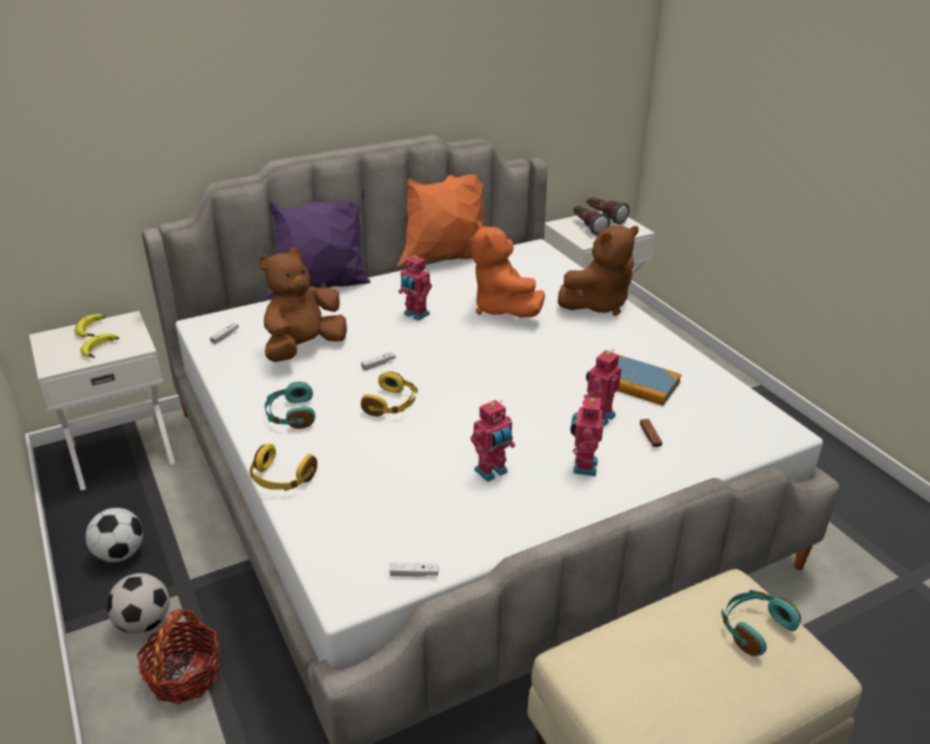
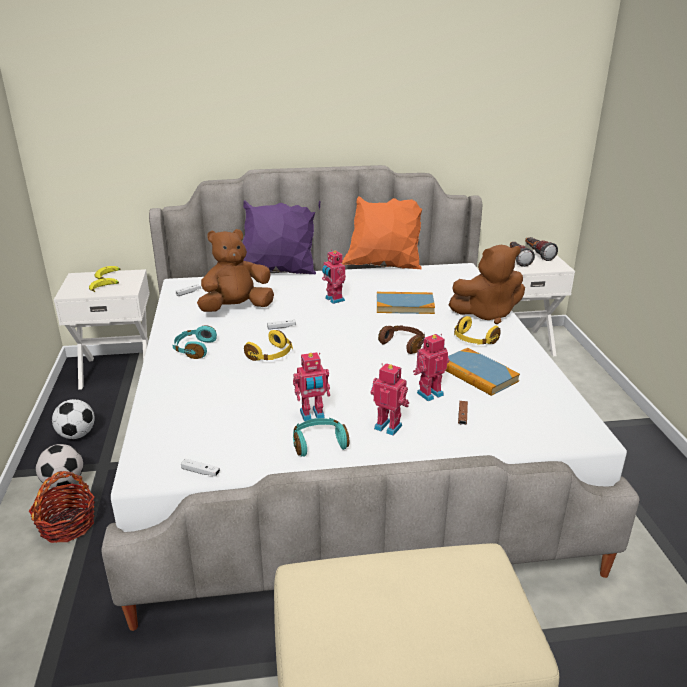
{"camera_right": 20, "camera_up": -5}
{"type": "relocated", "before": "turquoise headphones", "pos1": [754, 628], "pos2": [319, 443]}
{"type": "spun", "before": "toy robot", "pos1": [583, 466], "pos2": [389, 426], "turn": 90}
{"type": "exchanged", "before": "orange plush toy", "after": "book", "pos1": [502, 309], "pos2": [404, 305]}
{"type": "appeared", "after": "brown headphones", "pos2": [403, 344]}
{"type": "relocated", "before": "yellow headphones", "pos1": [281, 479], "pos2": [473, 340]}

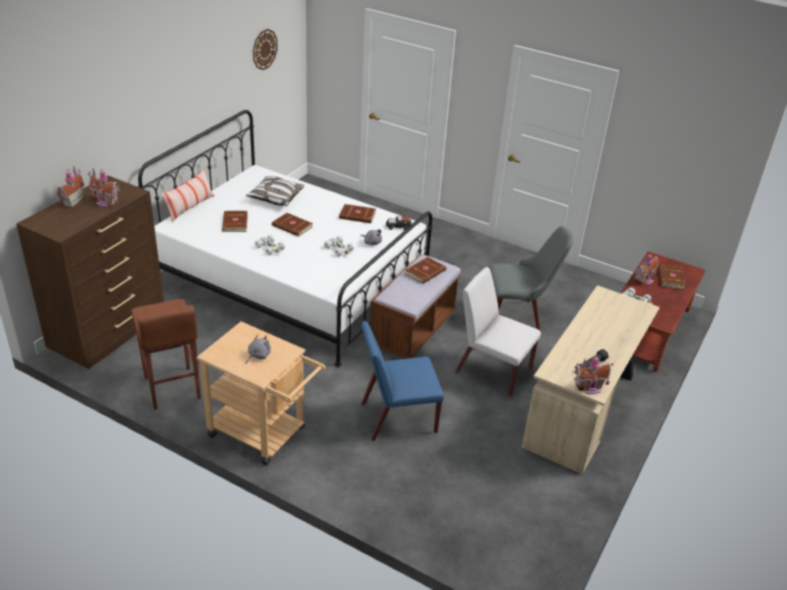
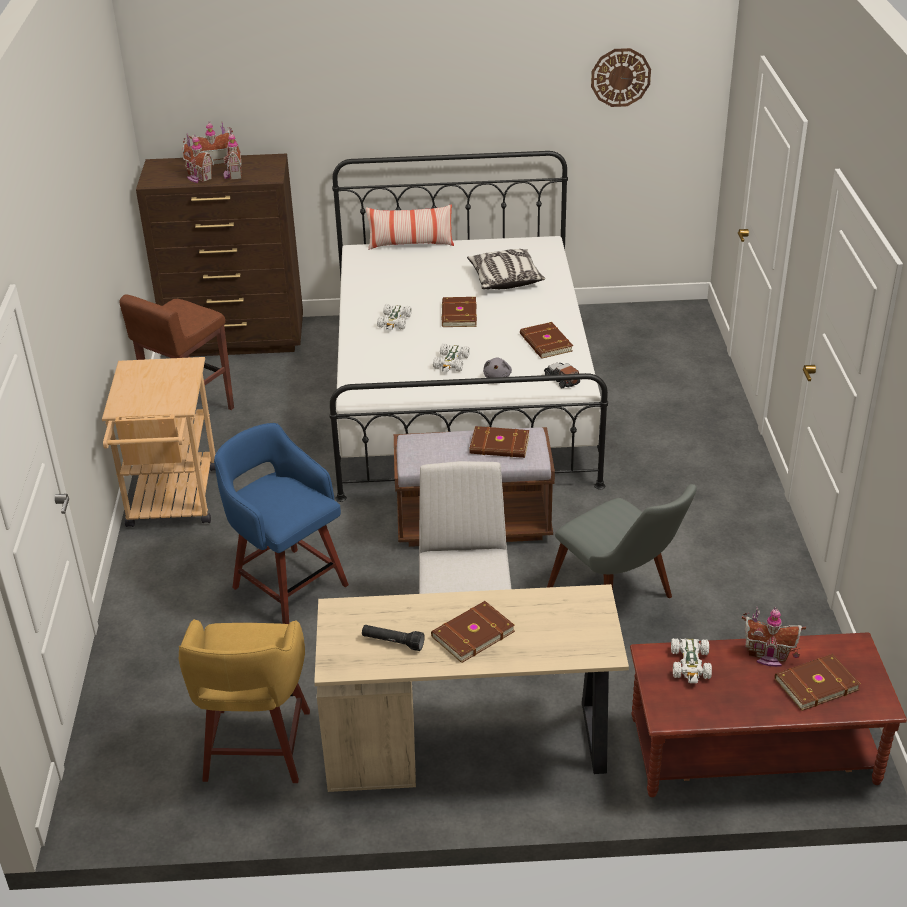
{"camera_right": 60, "camera_up": 0}
{"type": "appeared", "after": "yellow stool", "pos2": [256, 749]}
{"type": "relocated", "before": "toy house", "pos1": [589, 388], "pos2": [198, 177]}
{"type": "exchanged", "before": "blue chair", "after": "blue stool", "pos1": [397, 418], "pos2": [288, 584]}
{"type": "relocated", "before": "brown book", "pos1": [234, 223], "pos2": [471, 633]}
{"type": "missing", "before": "grey plush toy", "pos1": [258, 355]}

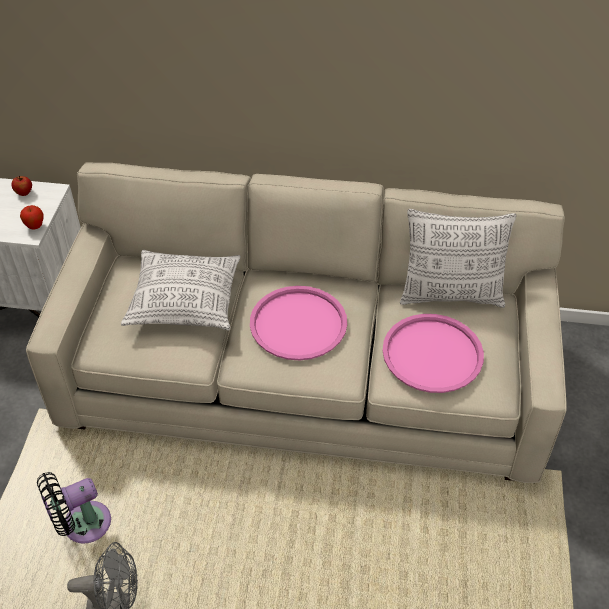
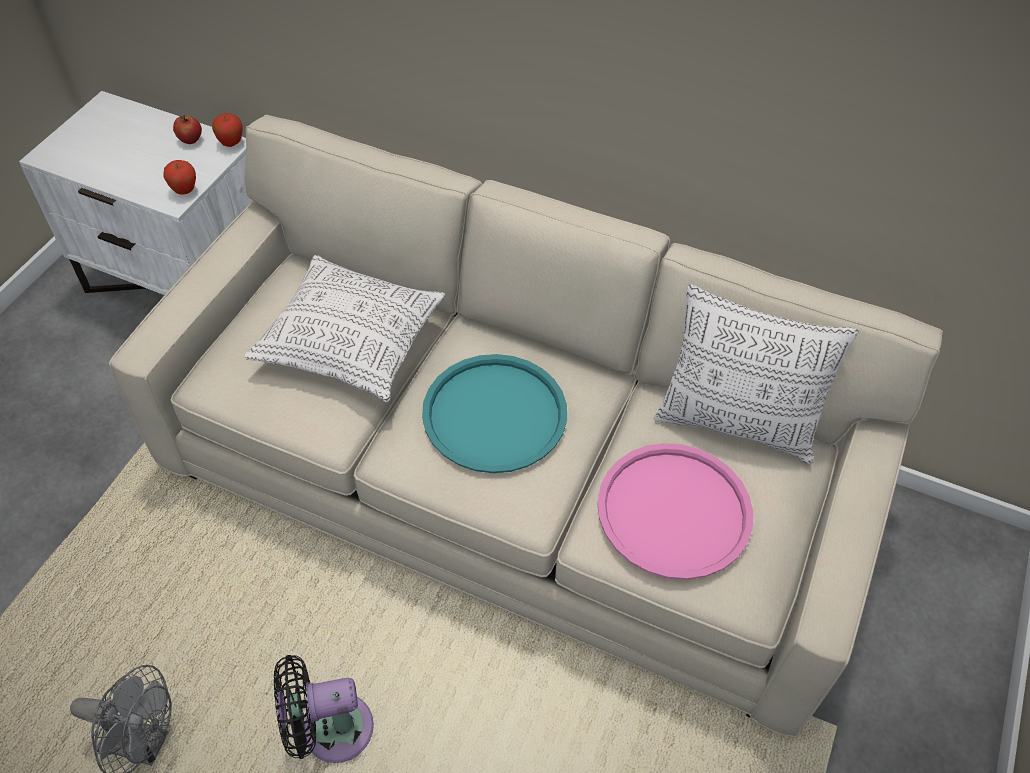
{"camera_right": 15, "camera_up": 5}
{"type": "appeared", "after": "apple", "pos2": [231, 143]}
{"type": "relocated", "before": "black fan", "pos1": [82, 525], "pos2": [330, 730]}
{"type": "colour", "before": "pink tray", "after": "turquoise tray", "pos1": [298, 324], "pos2": [495, 414]}

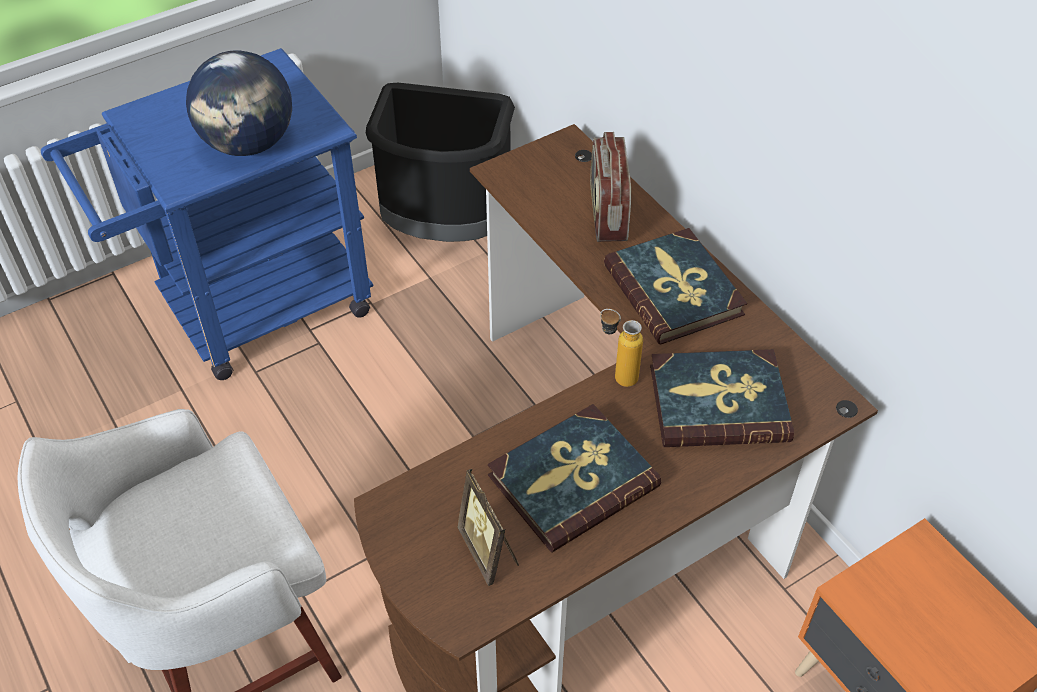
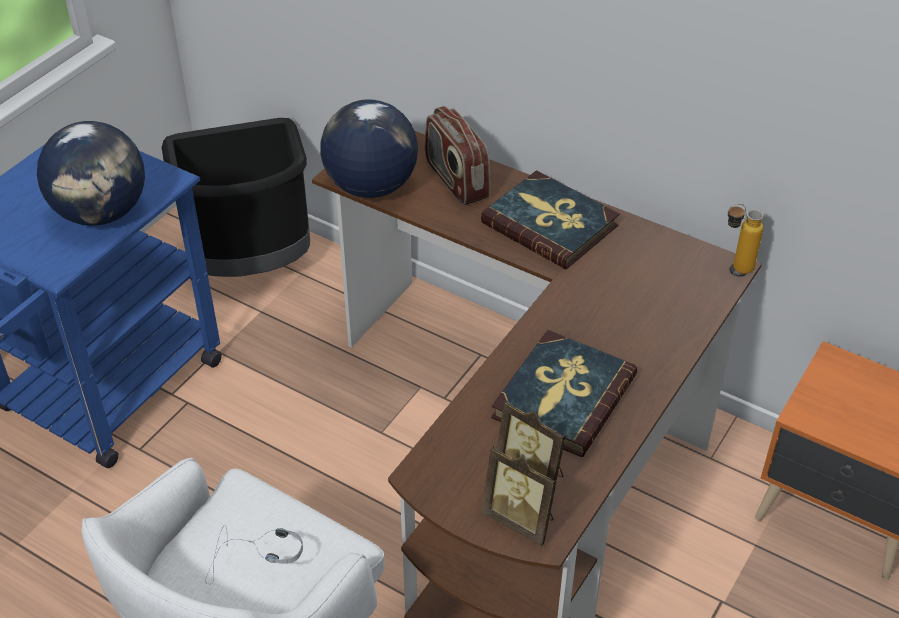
{"camera_right": -25, "camera_up": -5}
{"type": "appeared", "after": "headphones", "pos2": [259, 571]}
{"type": "appeared", "after": "globe", "pos2": [370, 187]}
{"type": "appeared", "after": "picture frame", "pos2": [520, 520]}
{"type": "relocated", "before": "bottle", "pos1": [616, 376], "pos2": [734, 268]}
{"type": "missing", "before": "book", "pos1": [718, 402]}

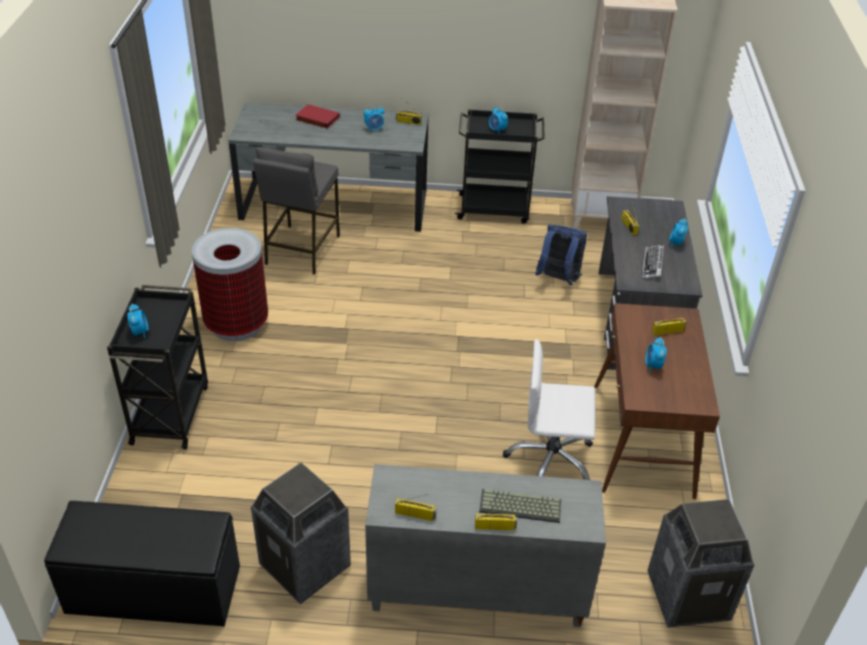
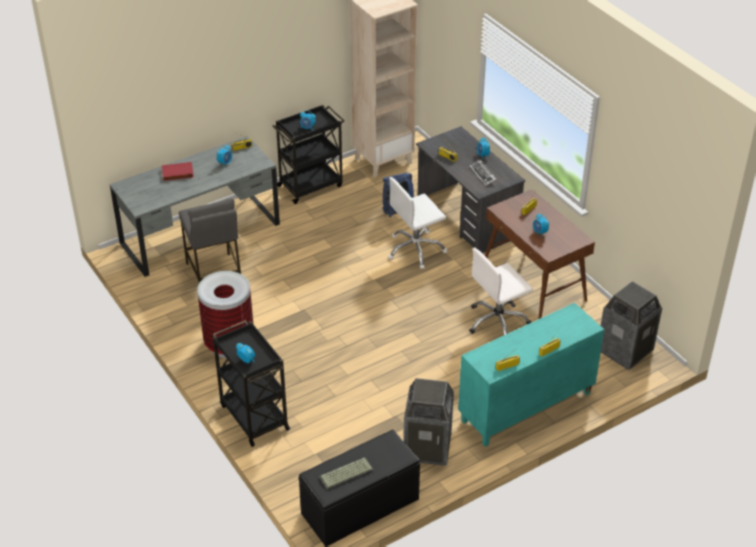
{"camera_right": -35, "camera_up": 0}
{"type": "relocated", "before": "keyboard", "pos1": [519, 507], "pos2": [346, 475]}
{"type": "appeared", "after": "white office chair", "pos2": [415, 249]}
{"type": "colour", "before": "grey cabinet", "after": "turquoise cabinet", "pos1": [475, 592], "pos2": [526, 408]}

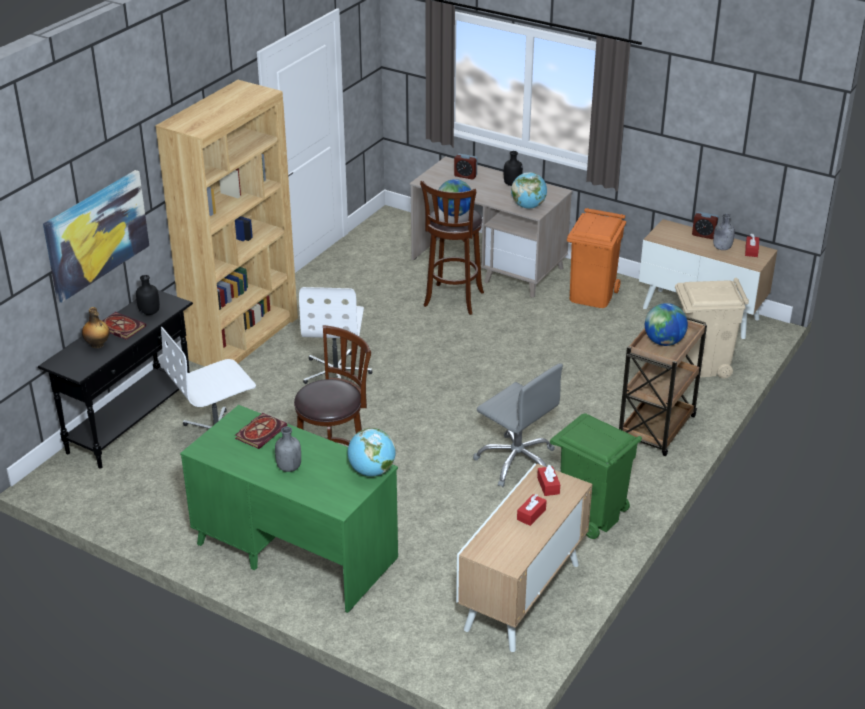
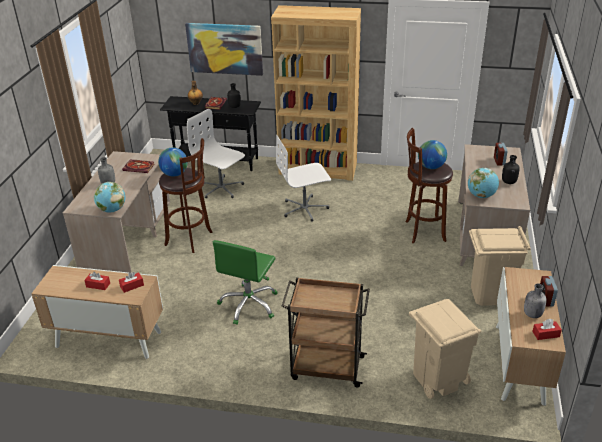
{"camera_right": 70, "camera_up": 0}
{"type": "colour", "before": "green desk", "after": "beige desk", "pos1": [293, 551], "pos2": [127, 241]}
{"type": "relocated", "before": "globe", "pos1": [663, 342], "pos2": [174, 174]}
{"type": "colour", "before": "grey office chair", "after": "green office chair", "pos1": [517, 462], "pos2": [249, 304]}
{"type": "colour", "before": "orange trash can", "after": "beige trash can", "pos1": [592, 295], "pos2": [490, 294]}
{"type": "missing", "before": "green trash can", "pos1": [590, 515]}

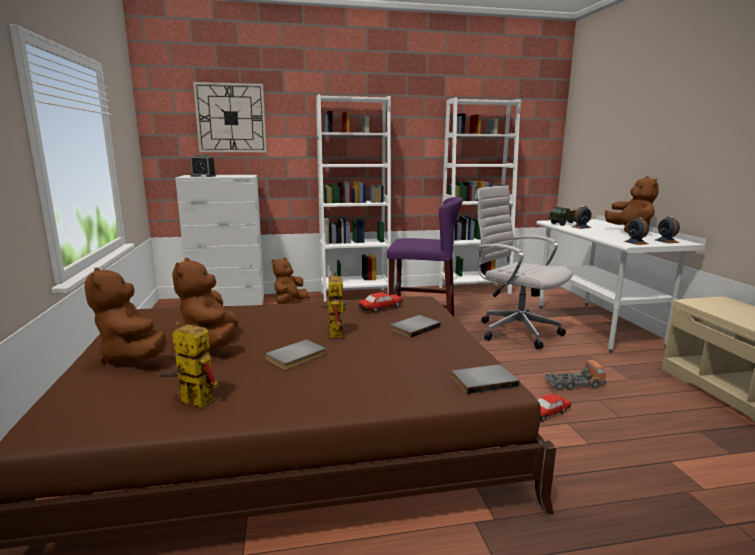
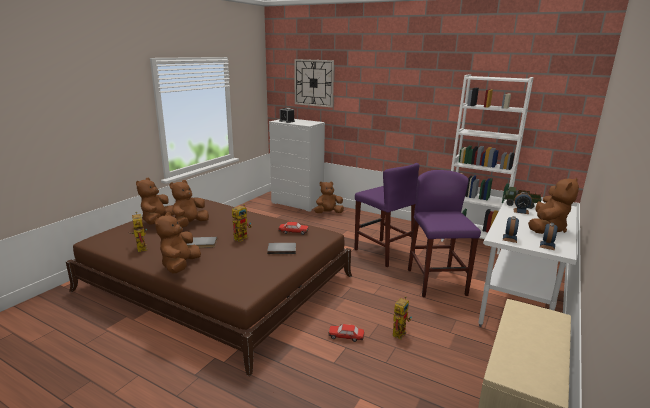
{"camera_right": 40, "camera_up": 5}
{"type": "appeared", "after": "brown plush toy", "pos2": [180, 266]}
{"type": "exchanged", "before": "toy truck", "after": "toy robot", "pos1": [574, 385], "pos2": [399, 331]}
{"type": "exchanged", "before": "white office chair", "after": "purple stool", "pos1": [515, 331], "pos2": [436, 282]}
{"type": "missing", "before": "white bookcase", "pos1": [355, 296]}
{"type": "missing", "before": "grey book", "pos1": [483, 380]}

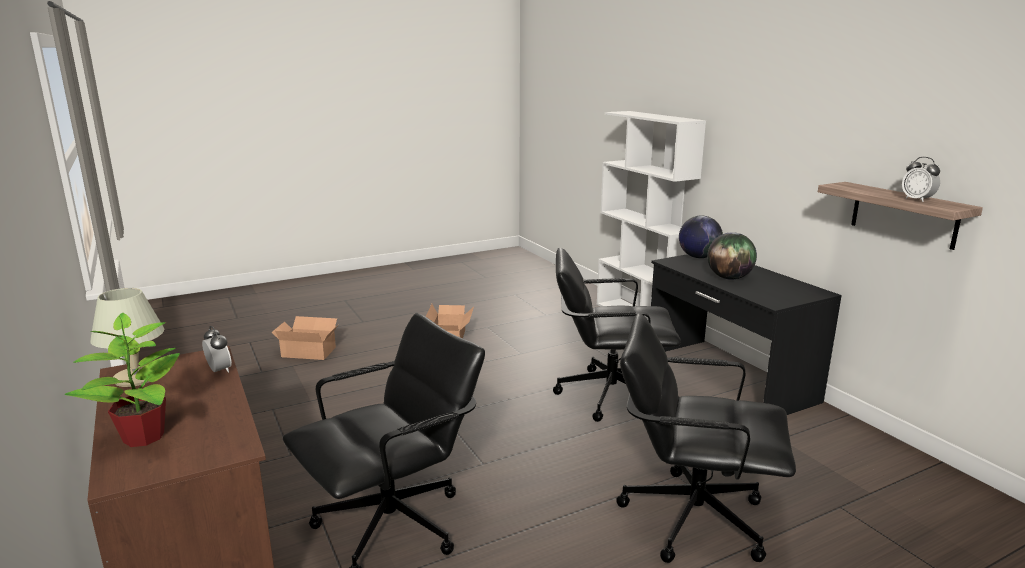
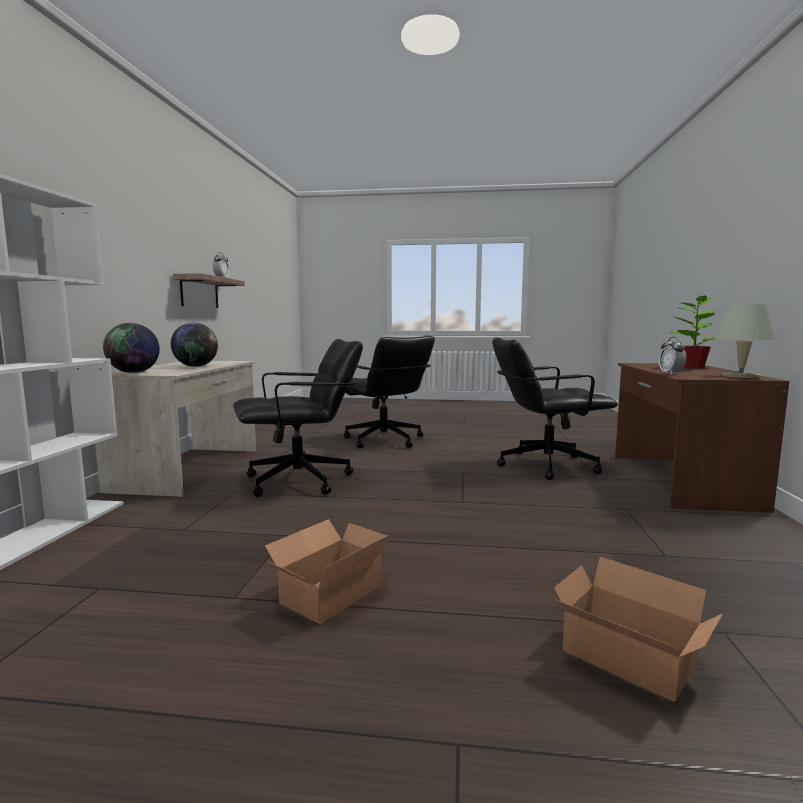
{"camera_right": -145, "camera_up": -10}
{"type": "colour", "before": "black desk", "after": "beige desk", "pos1": [727, 377], "pos2": [190, 469]}
{"type": "spun", "before": "black office chair", "pos1": [608, 394], "pos2": [300, 481], "turn": -60}

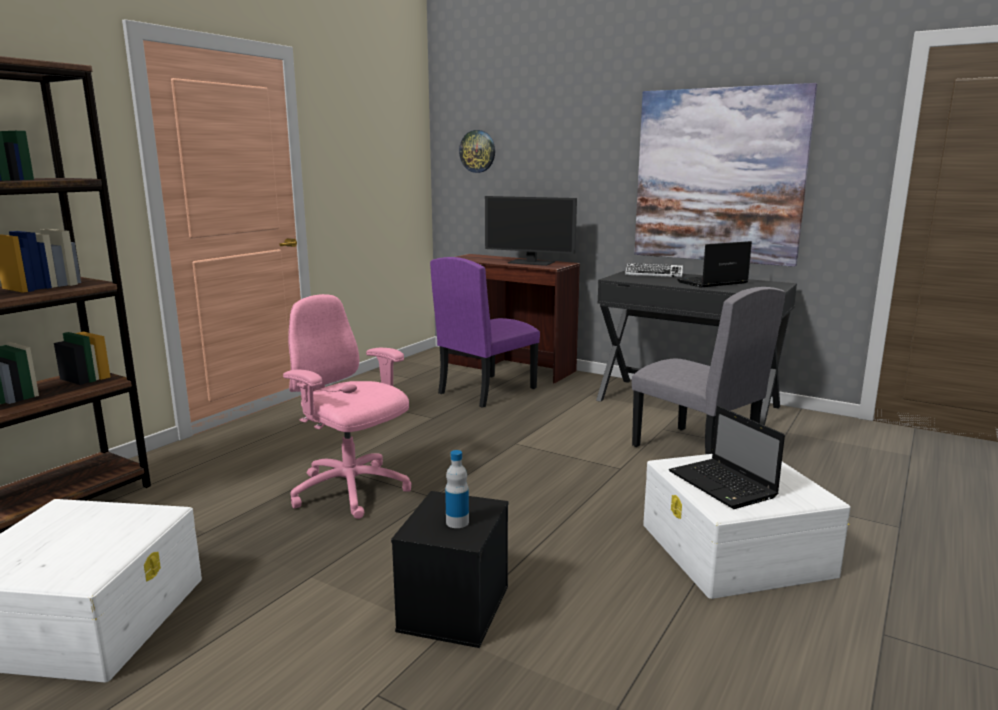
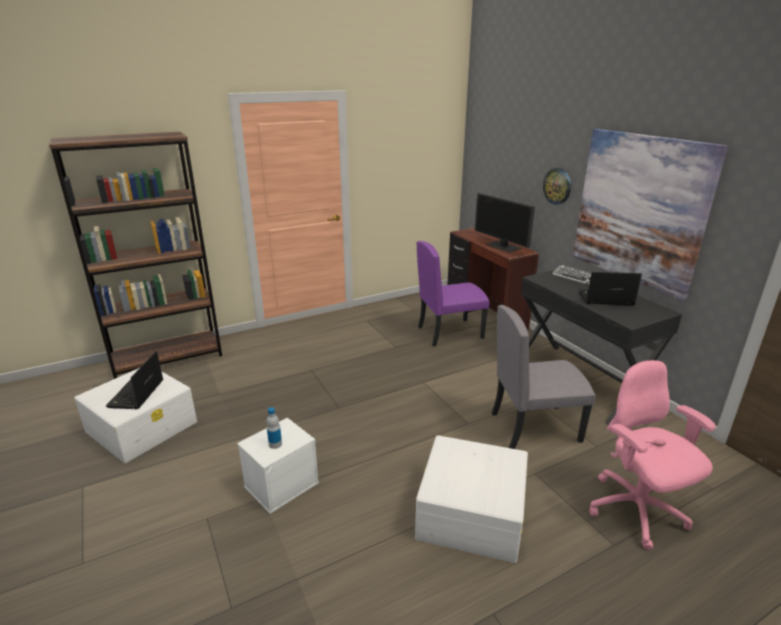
{"camera_right": 30, "camera_up": 10}
{"type": "relocated", "before": "laptop", "pos1": [724, 485], "pos2": [136, 394]}
{"type": "colour", "before": "black storage box", "after": "white storage box", "pos1": [453, 607], "pos2": [282, 484]}
{"type": "spun", "before": "grey chair", "pos1": [694, 452], "pos2": [534, 426], "turn": 90}
{"type": "relocated", "before": "wall clock", "pos1": [477, 151], "pos2": [557, 186]}
{"type": "relocated", "before": "pink office chair", "pos1": [351, 492], "pos2": [636, 511]}

